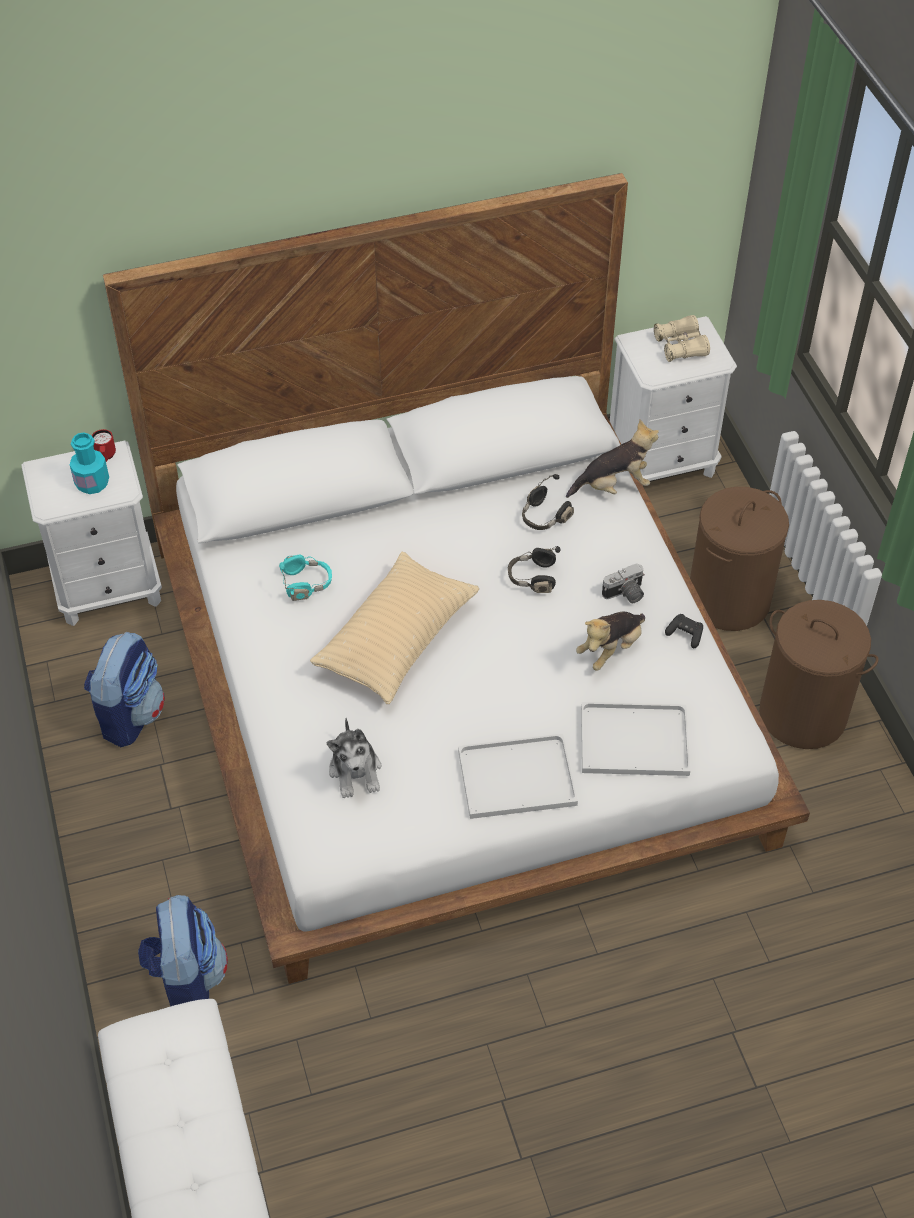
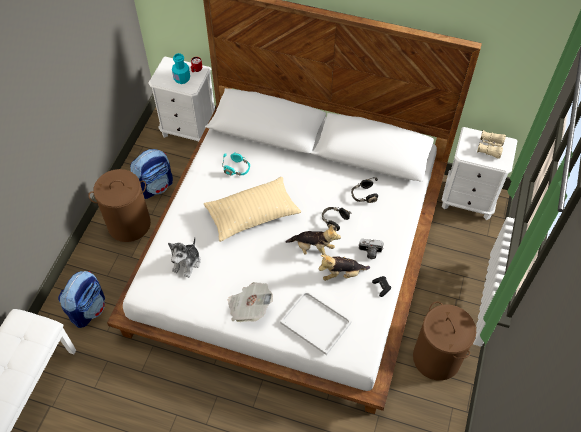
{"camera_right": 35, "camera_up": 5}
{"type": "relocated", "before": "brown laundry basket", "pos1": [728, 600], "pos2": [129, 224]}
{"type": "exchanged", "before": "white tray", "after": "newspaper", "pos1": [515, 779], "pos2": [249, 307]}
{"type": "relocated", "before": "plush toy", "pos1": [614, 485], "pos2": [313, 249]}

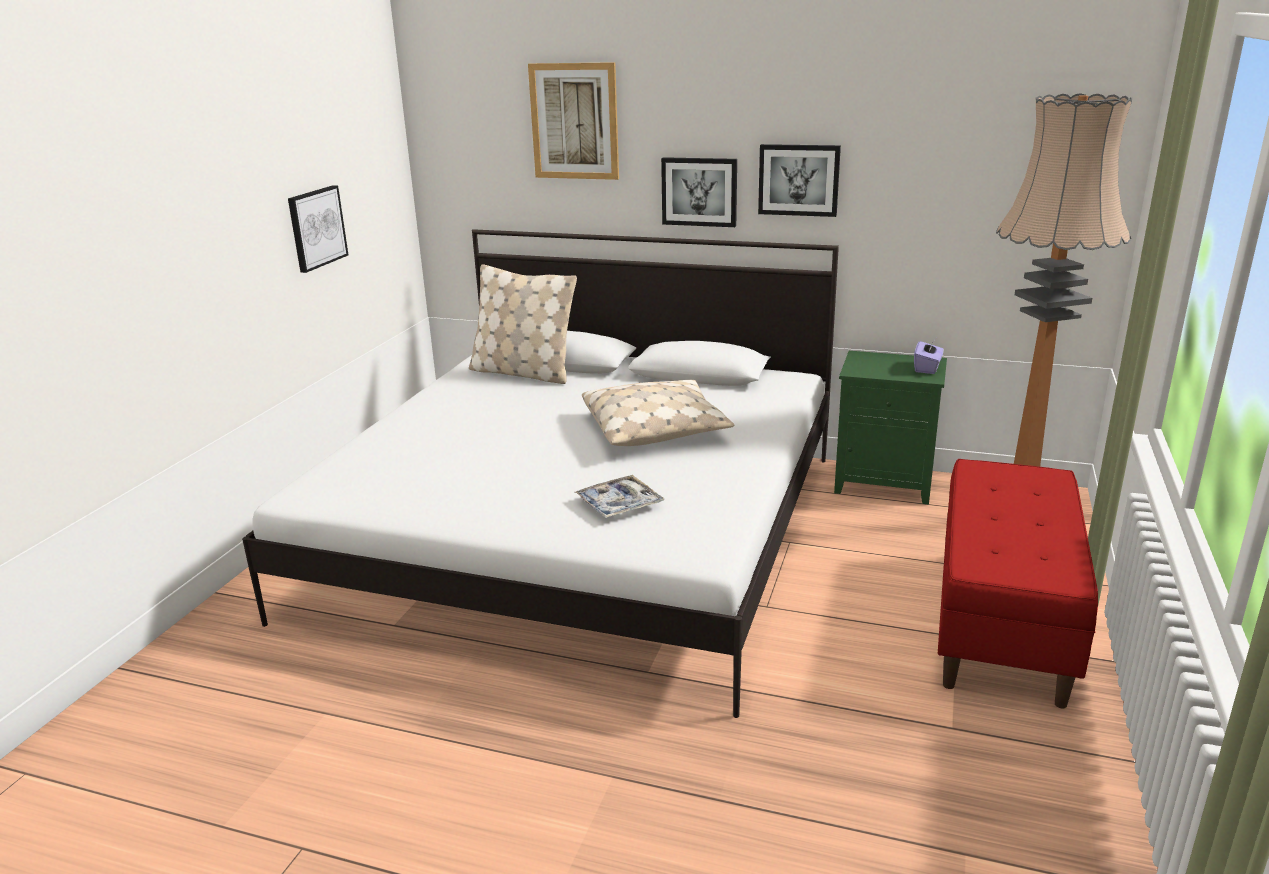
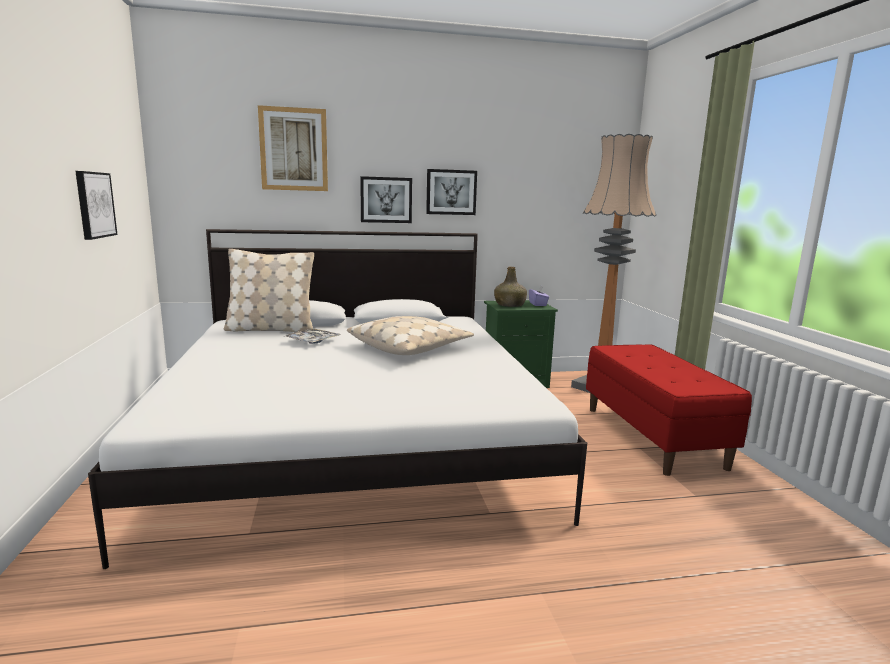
{"camera_right": -30, "camera_up": -10}
{"type": "relocated", "before": "tray", "pos1": [619, 504], "pos2": [312, 341]}
{"type": "appeared", "after": "green bottle", "pos2": [510, 305]}

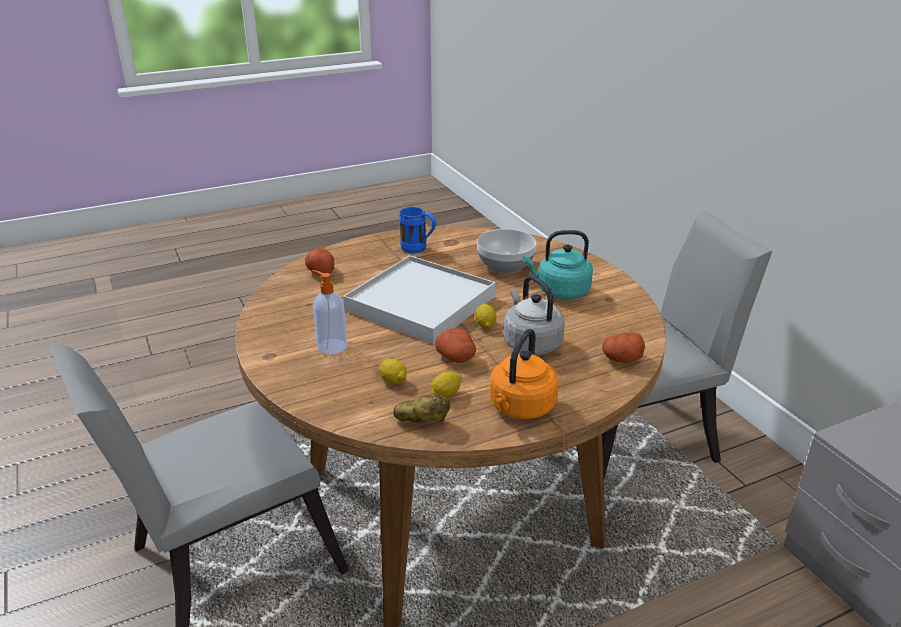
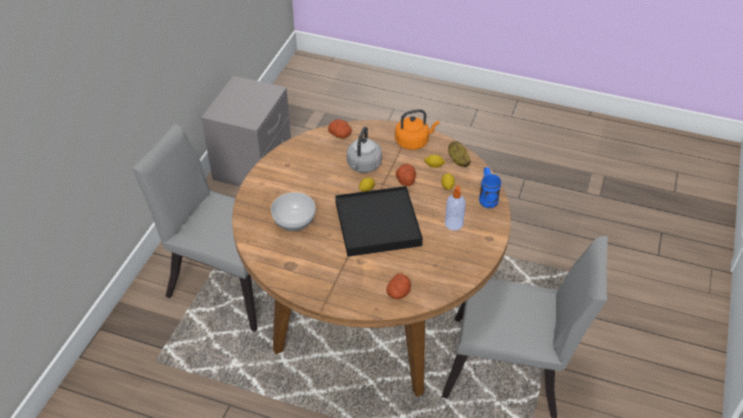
{"camera_right": -135, "camera_up": 15}
{"type": "colour", "before": "white tray", "after": "black tray", "pos1": [421, 303], "pos2": [377, 224]}
{"type": "relocated", "before": "blue mug", "pos1": [418, 249], "pos2": [487, 198]}
{"type": "missing", "before": "turquoise kettle", "pos1": [560, 291]}

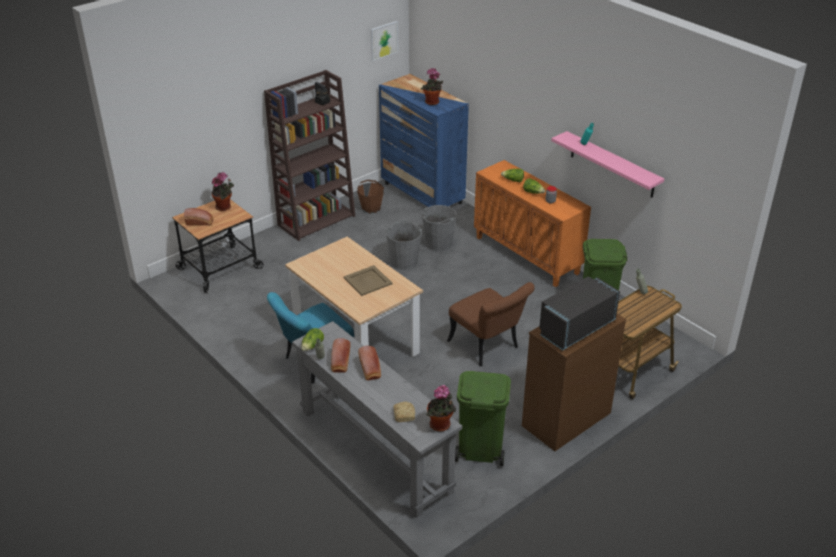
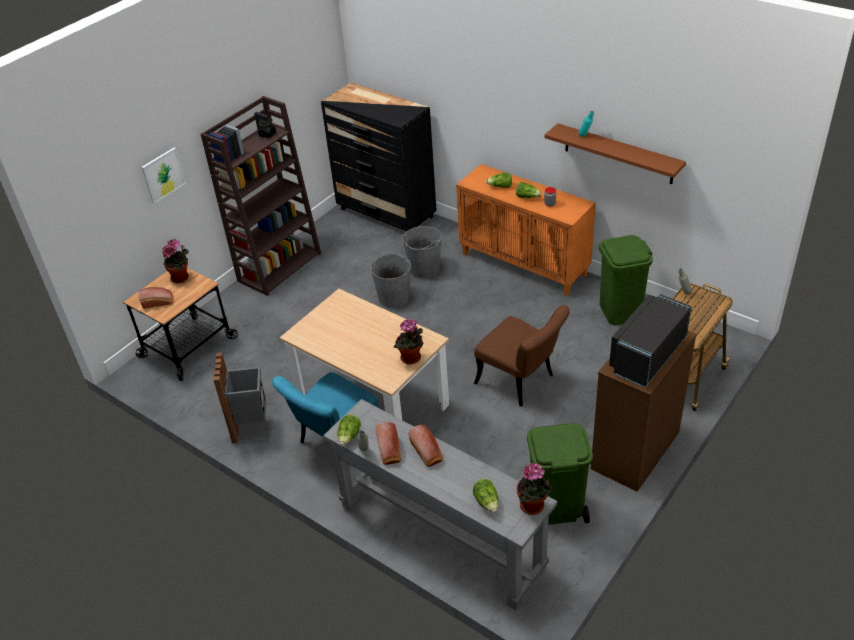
{"camera_right": -10, "camera_up": 5}
{"type": "relocated", "before": "picture", "pos1": [384, 40], "pos2": [163, 175]}
{"type": "appeared", "after": "grey trash can", "pos2": [251, 426]}
{"type": "colour", "before": "blue dresser", "after": "black dresser", "pos1": [422, 193], "pos2": [386, 213]}
{"type": "relocated", "before": "potted plant", "pos1": [432, 103], "pos2": [411, 359]}
{"type": "exchanged", "before": "bread", "after": "lettuce", "pos1": [404, 415], "pos2": [487, 502]}
{"type": "colour", "before": "pink shelf", "after": "brown shelf", "pos1": [612, 165], "pos2": [618, 154]}
{"type": "missing", "before": "beige tray", "pos1": [368, 280]}
{"type": "missing", "before": "brown bucket", "pos1": [371, 208]}

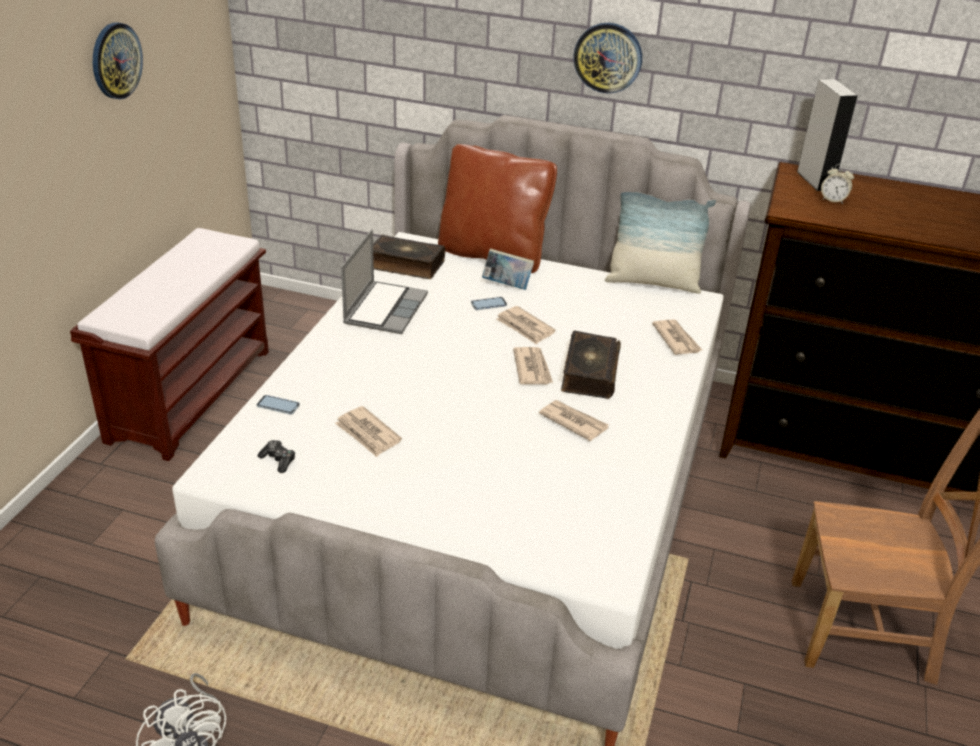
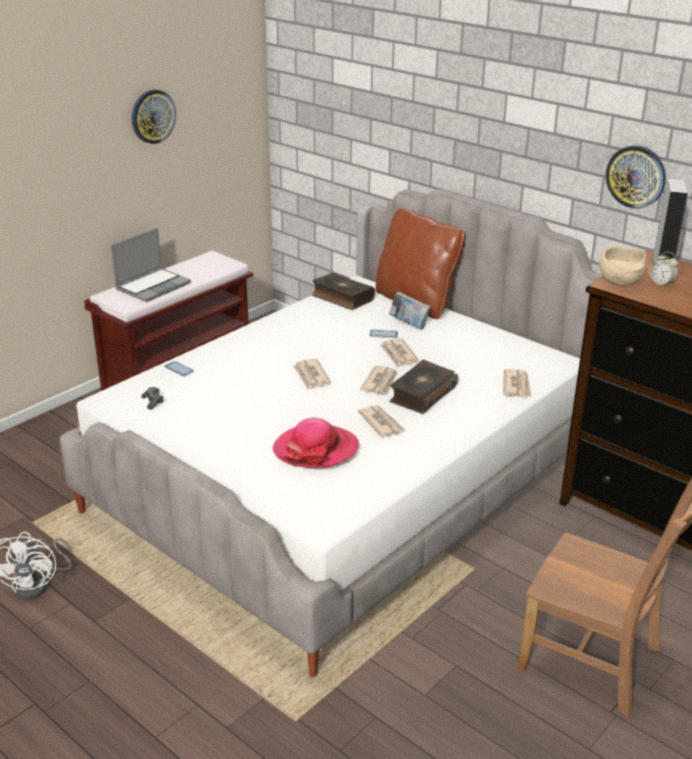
{"camera_right": 25, "camera_up": -5}
{"type": "relocated", "before": "laptop", "pos1": [385, 309], "pos2": [153, 286]}
{"type": "appeared", "after": "hat", "pos2": [316, 450]}
{"type": "relocated", "before": "newspaper", "pos1": [368, 434], "pos2": [311, 376]}
{"type": "appeared", "after": "beige bowl", "pos2": [621, 283]}
{"type": "relocated", "before": "wall clock", "pos1": [608, 57], "pos2": [636, 176]}
{"type": "missing", "before": "pillow", "pos1": [653, 282]}

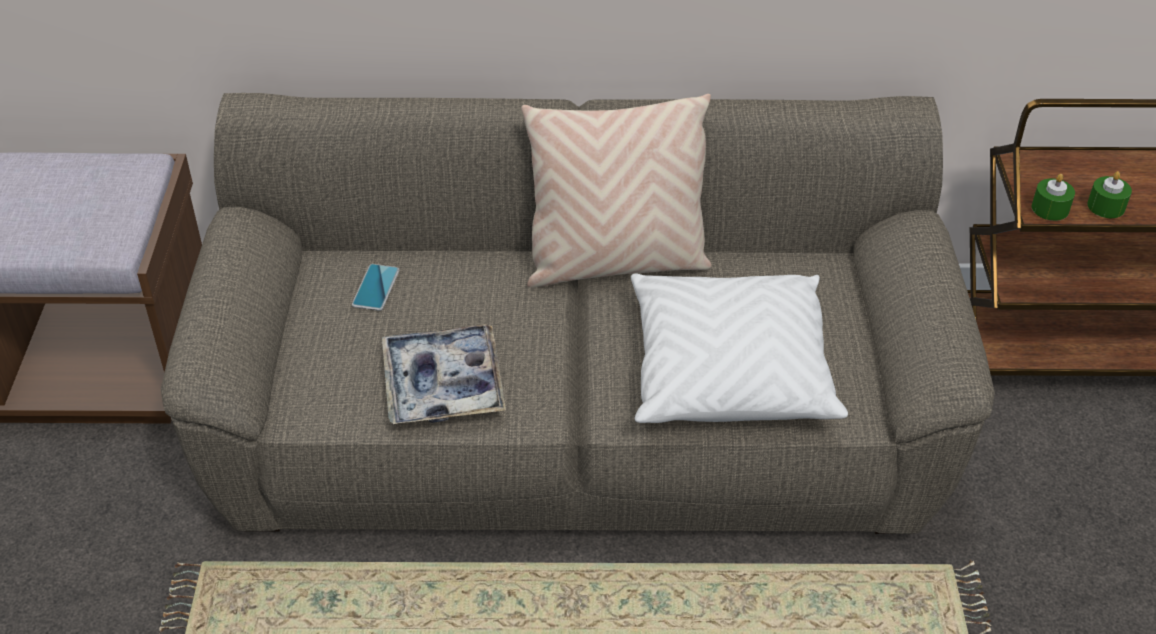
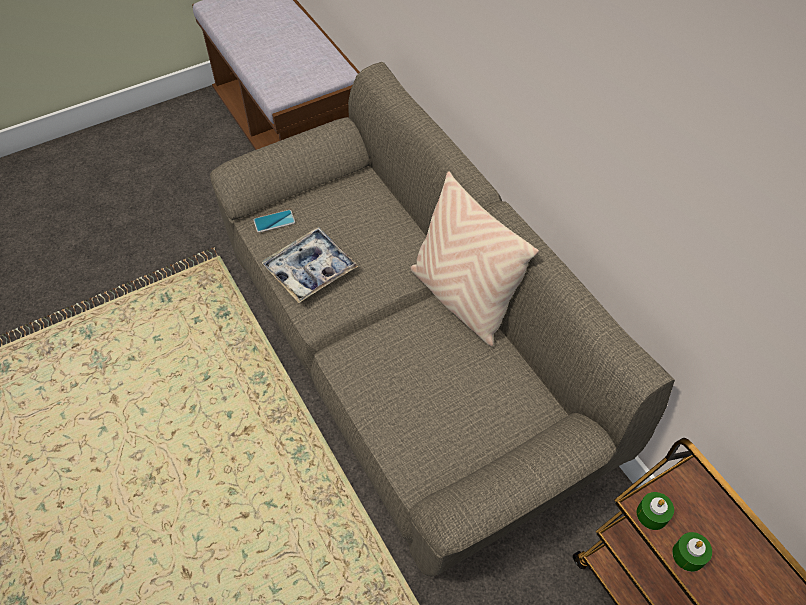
{"camera_right": 60, "camera_up": 10}
{"type": "relocated", "before": "phone", "pos1": [376, 288], "pos2": [274, 221]}
{"type": "missing", "before": "white pillow", "pos1": [728, 371]}

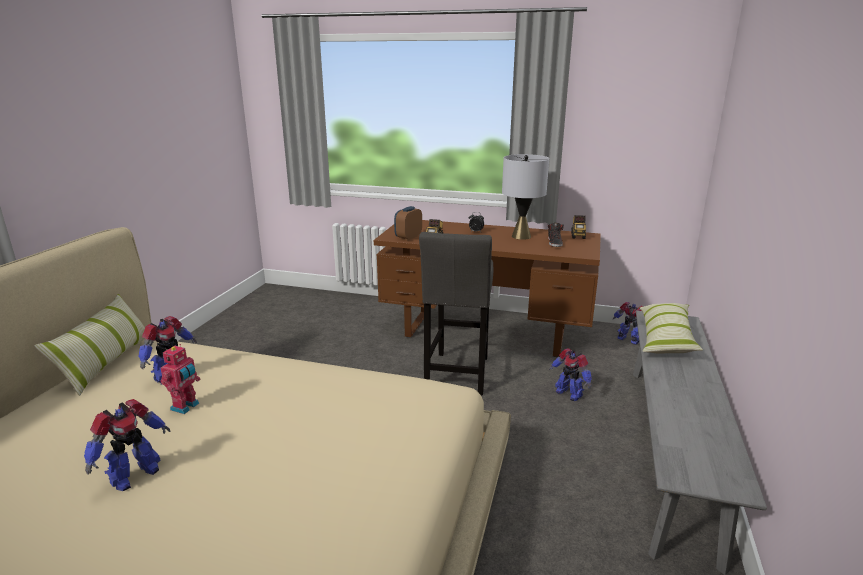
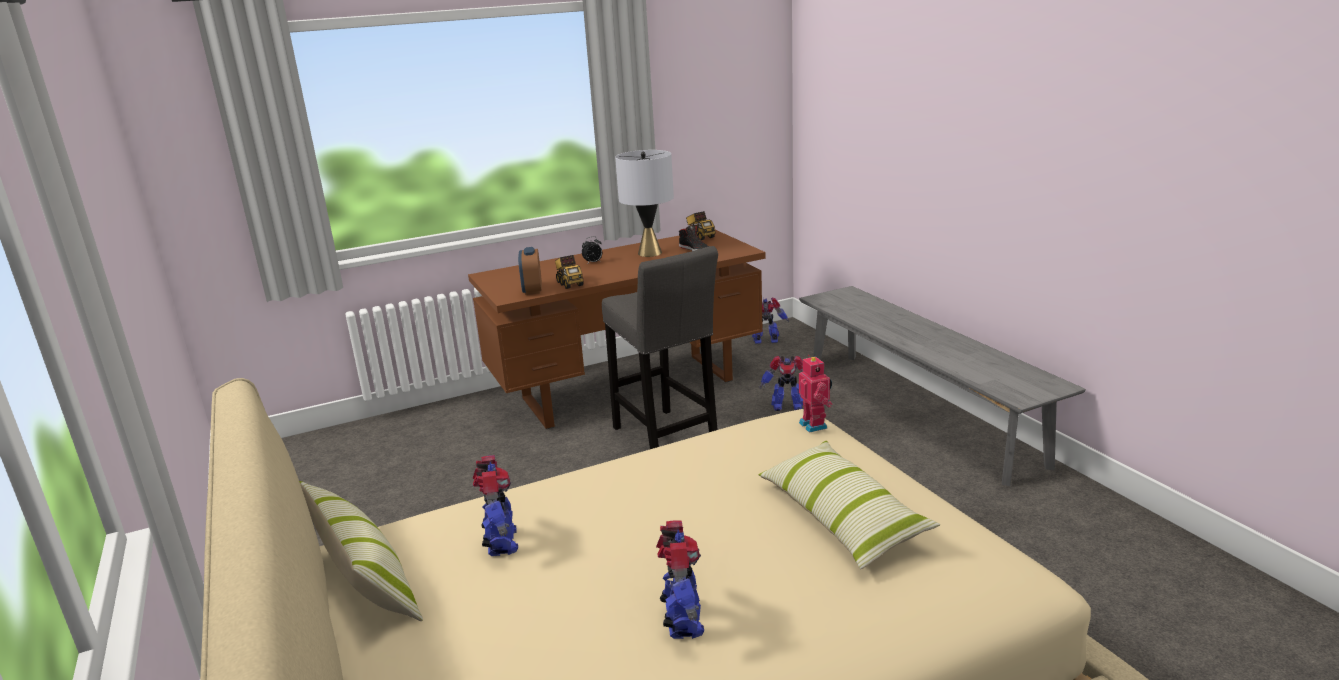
{"camera_right": -40, "camera_up": 0}
{"type": "relocated", "before": "pillow", "pos1": [665, 338], "pos2": [841, 517]}
{"type": "relocated", "before": "toy robot", "pos1": [186, 407], "pos2": [815, 425]}

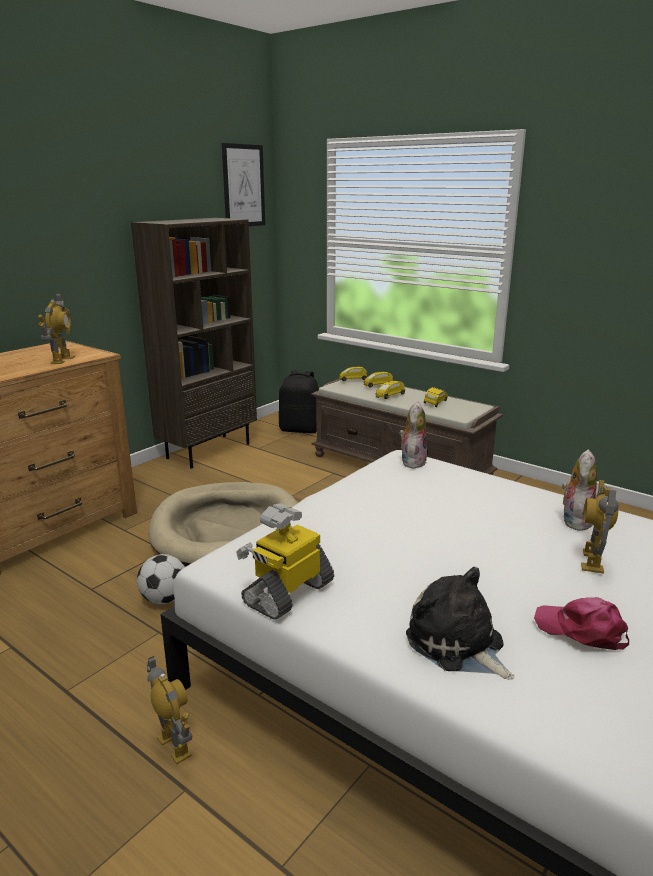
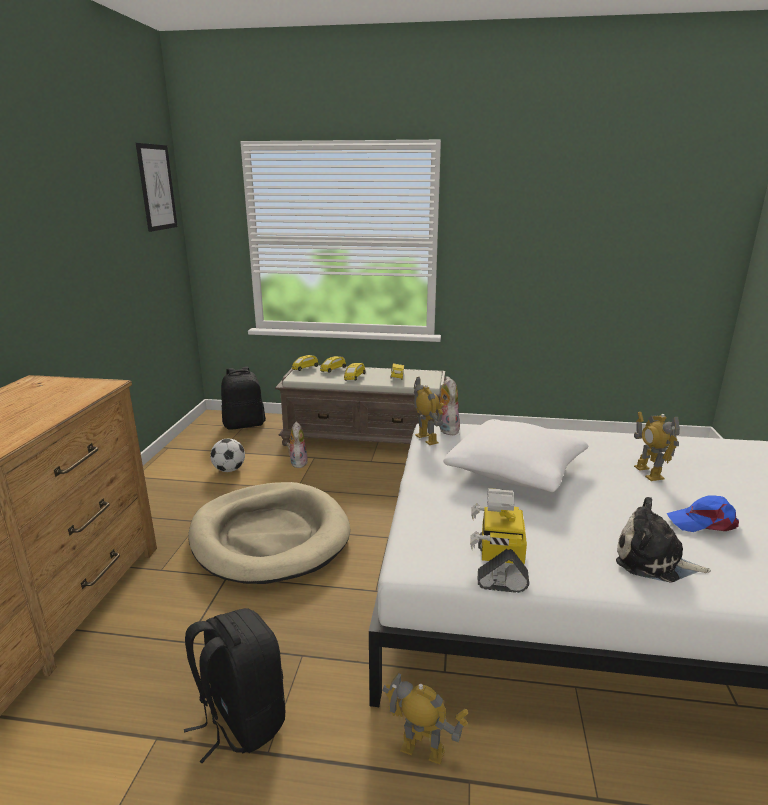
{"camera_right": -30, "camera_up": 0}
{"type": "appeared", "after": "black backpack", "pos2": [241, 720]}
{"type": "relocated", "before": "football", "pos1": [164, 599], "pos2": [229, 470]}
{"type": "relocated", "before": "plush toy", "pos1": [575, 520], "pos2": [297, 462]}
{"type": "relocated", "before": "toy robot", "pos1": [62, 360], "pos2": [426, 439]}
{"type": "appeared", "after": "white pillow", "pos2": [515, 471]}
{"type": "colour", "before": "pink cap", "after": "blue cap", "pos1": [582, 630], "pos2": [703, 522]}
{"type": "missing", "before": "brown bookcase", "pos1": [208, 450]}

